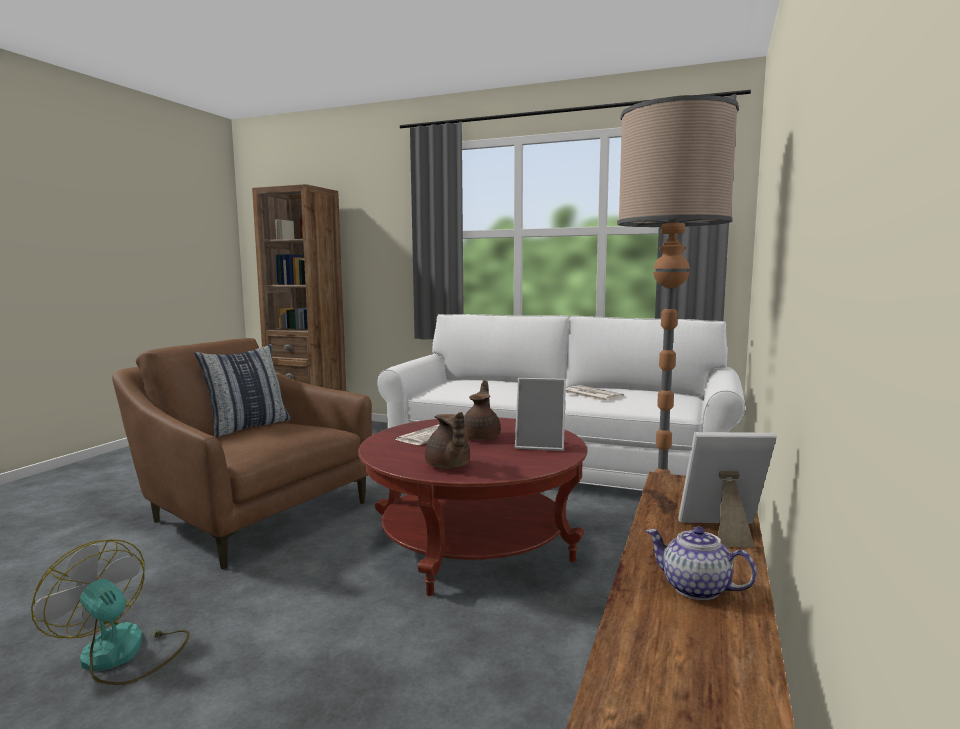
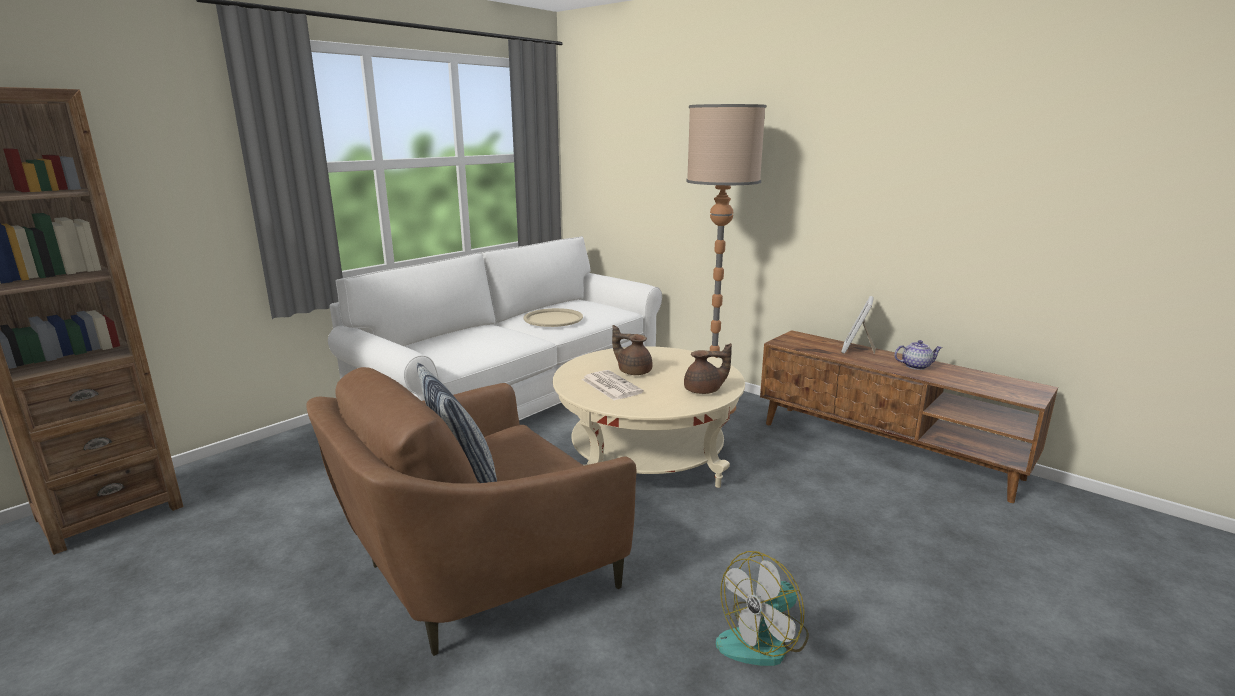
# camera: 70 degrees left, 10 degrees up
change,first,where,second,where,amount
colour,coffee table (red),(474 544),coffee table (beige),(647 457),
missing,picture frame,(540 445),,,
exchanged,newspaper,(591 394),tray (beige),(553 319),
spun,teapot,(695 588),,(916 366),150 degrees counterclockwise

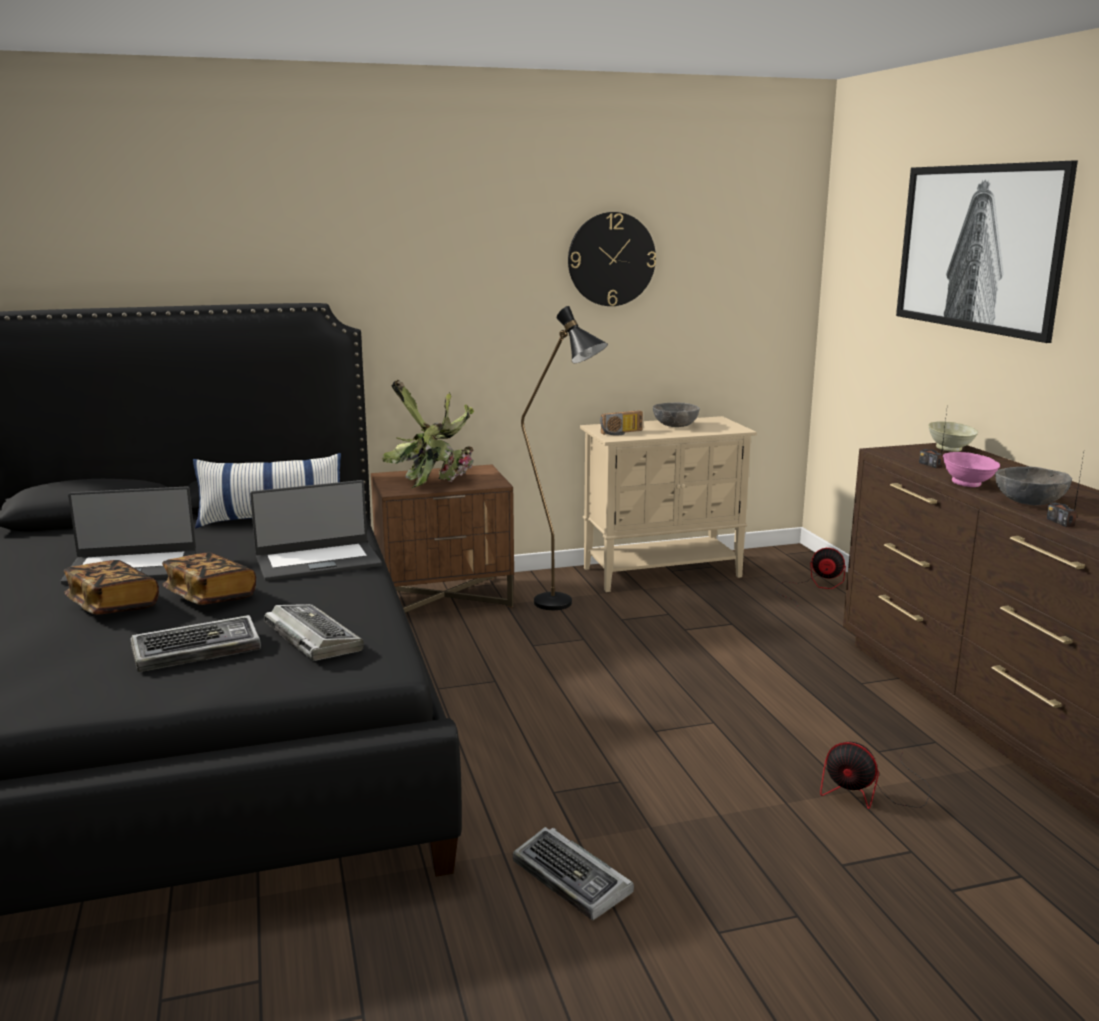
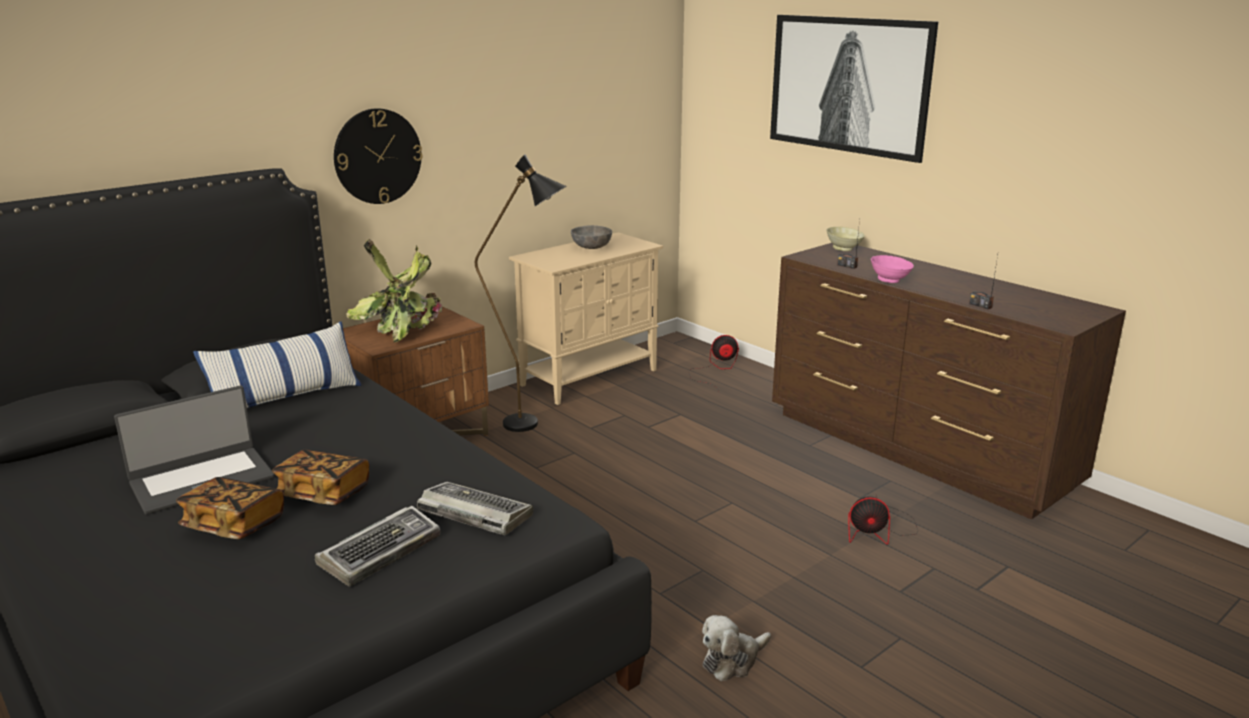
# camera: 25 degrees left, 5 degrees up
change,first,where,second,where,amount
missing,laptop,(318 561),,,
exchanged,keyboard,(573 880),plush toy,(732 660),
relocated,wall clock,(611 259),,(377 156),
missing,radio,(622 433),,,
missing,bowl (grey),(1030 502),,,

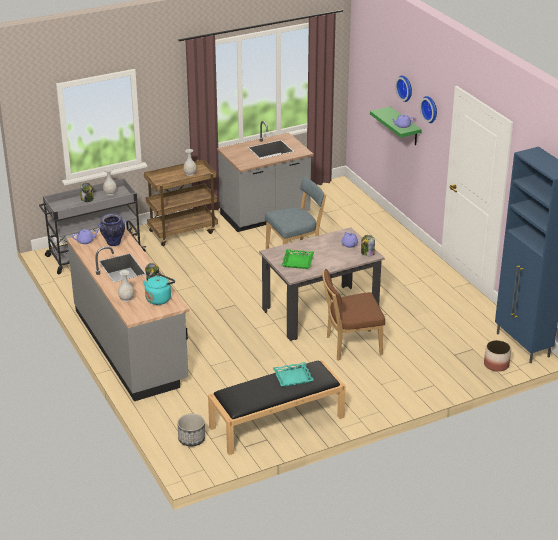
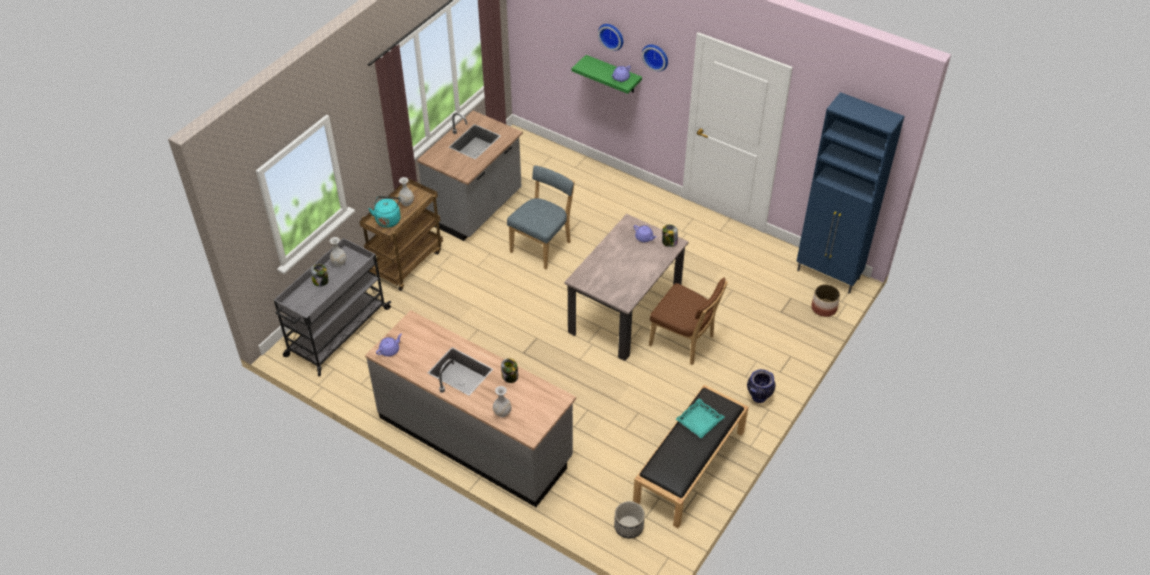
# camera: 30 degrees left, 15 degrees up
change,first,where,second,where,amount
relocated,vase,(113 243),,(758 398),
relocated,kettle (turquoise),(159 298),,(388 219),
missing,tray (green),(297 261),,,
spun,chair (brown),(351 346),,(684 342),105 degrees counterclockwise

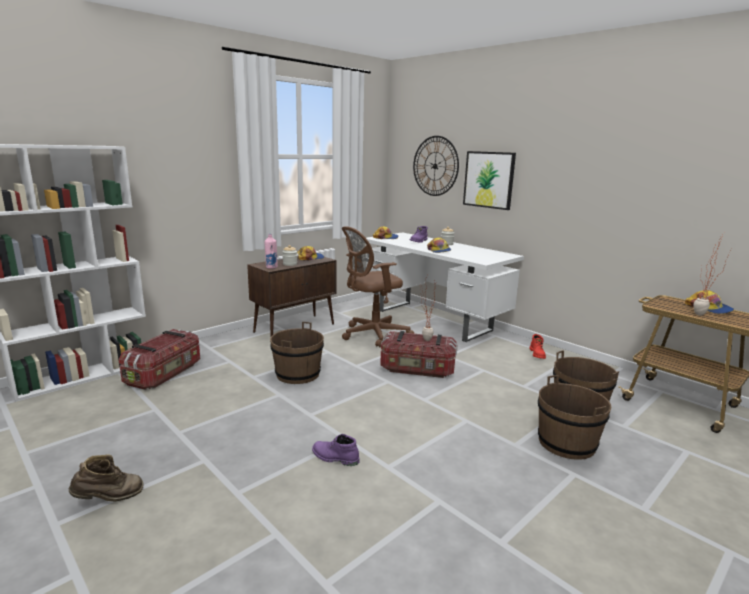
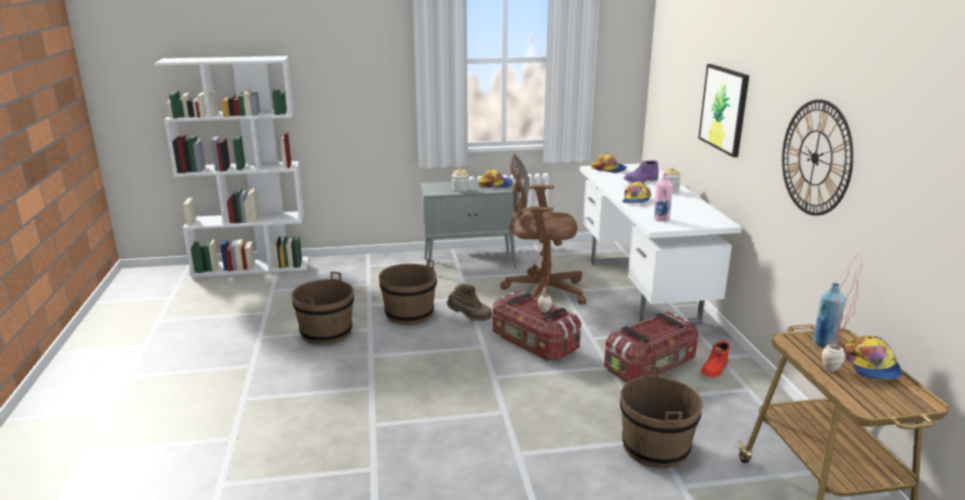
# camera: 35 degrees right, 5 degrees up
change,first,where,second,where,amount
relocated,boot (brown),(109 499),,(469 318),
relocated,storage box,(165 373),,(651 366),
colour,cabinet (brown),(295 328),cabinet (grey),(470 263),
relocated,bottle (pink),(271 267),,(661 219),
missing,boot (purple),(334 458),,,
relocated,wall clock,(435 166),,(815 158),
relocated,bucket (brown),(566 443),,(326 332),
appeared,,,bottle (blue),(824 343),

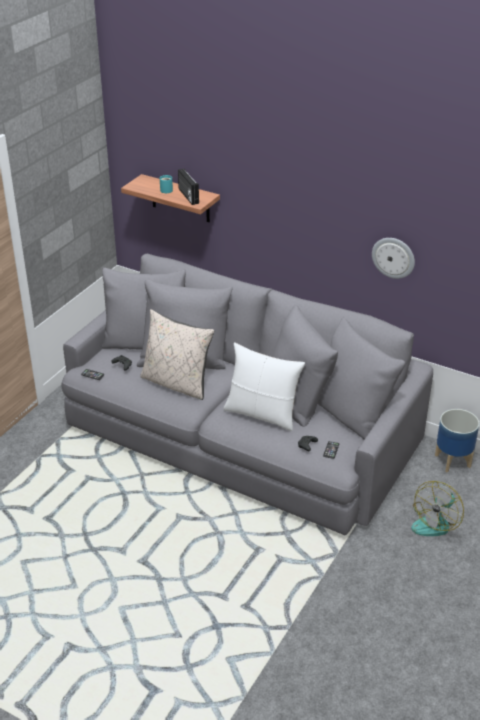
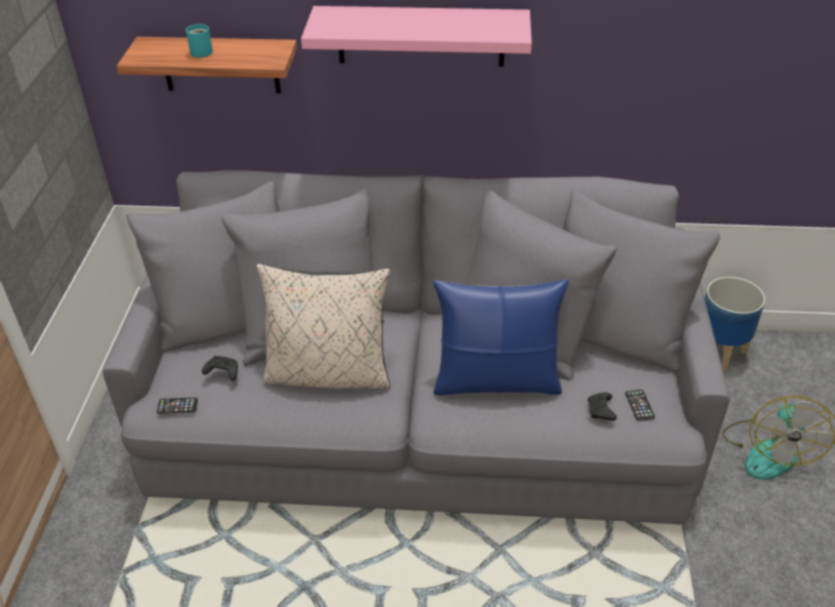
# camera: 25 degrees left, 5 degrees up
change,first,where,second,where,amount
missing,radio,(187 196),,,
colour,pillow (white),(262 414),pillow (blue),(496 381),
missing,wall clock,(393 257),,,
appeared,,,shelf (pink),(421 36),

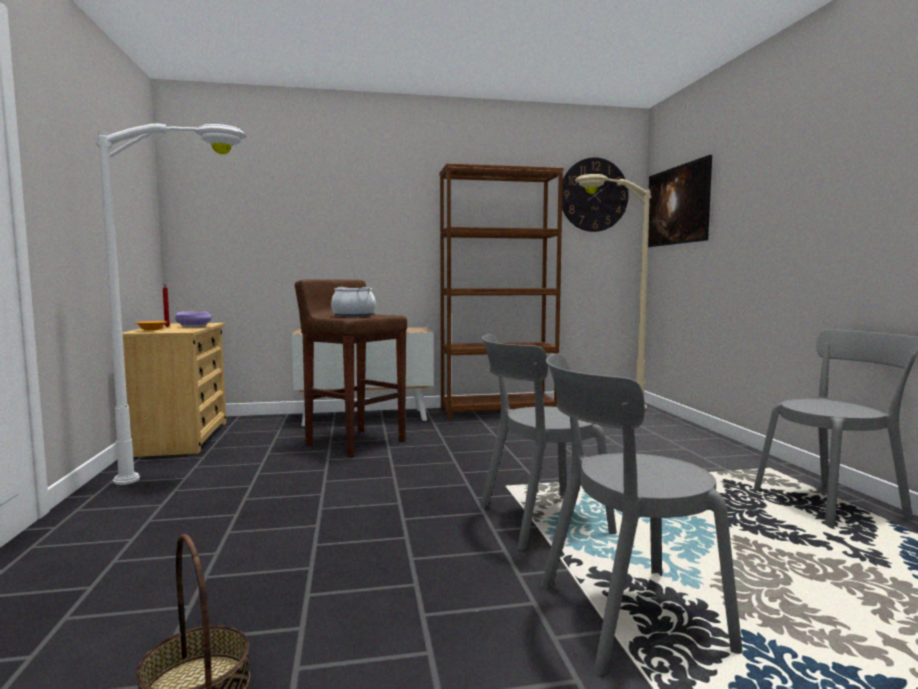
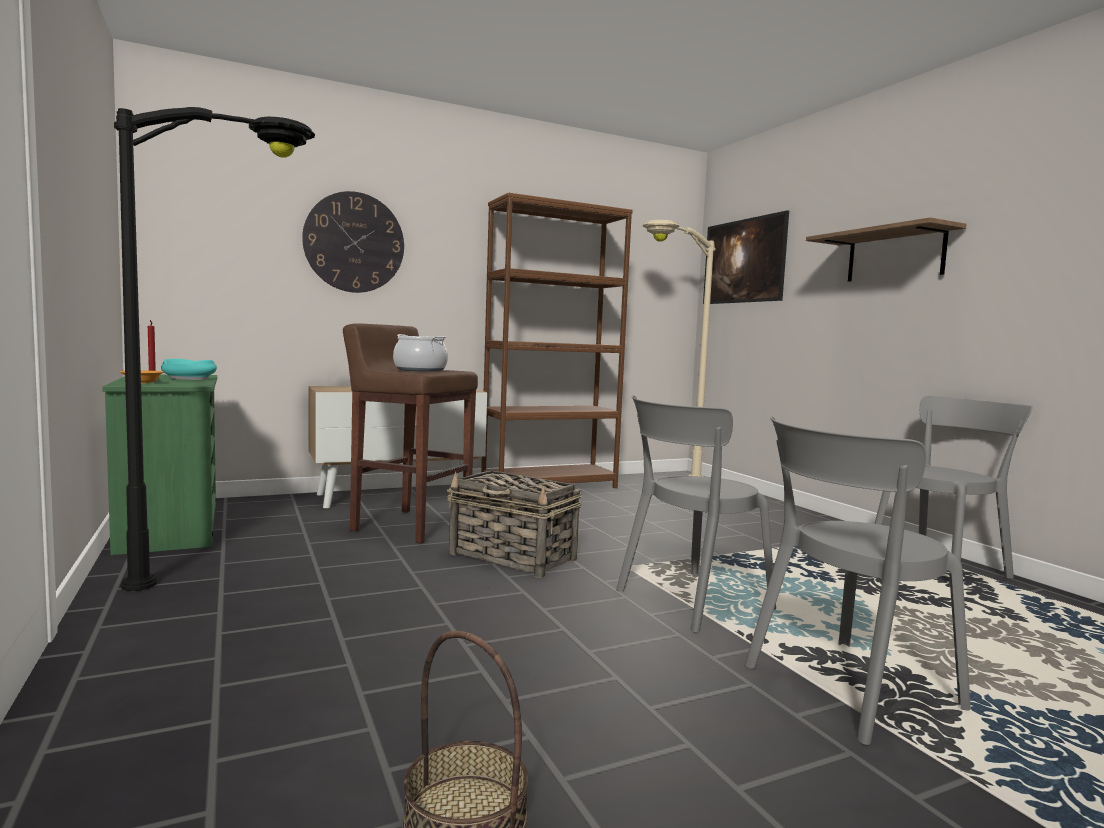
# camera: 15 degrees left, 0 degrees up
change,first,where,second,where,amount
colour,floor lamp (white),(206 473),floor lamp (black),(246 570),
colour,dresser (beige),(182 438),dresser (green),(170 527),
colour,bowl (purple),(194 326),bowl (turquoise),(189 379),
relocated,wall clock,(593 195),,(354 242),
appeared,,,basket,(513 557),
appeared,,,shelf,(895 255),

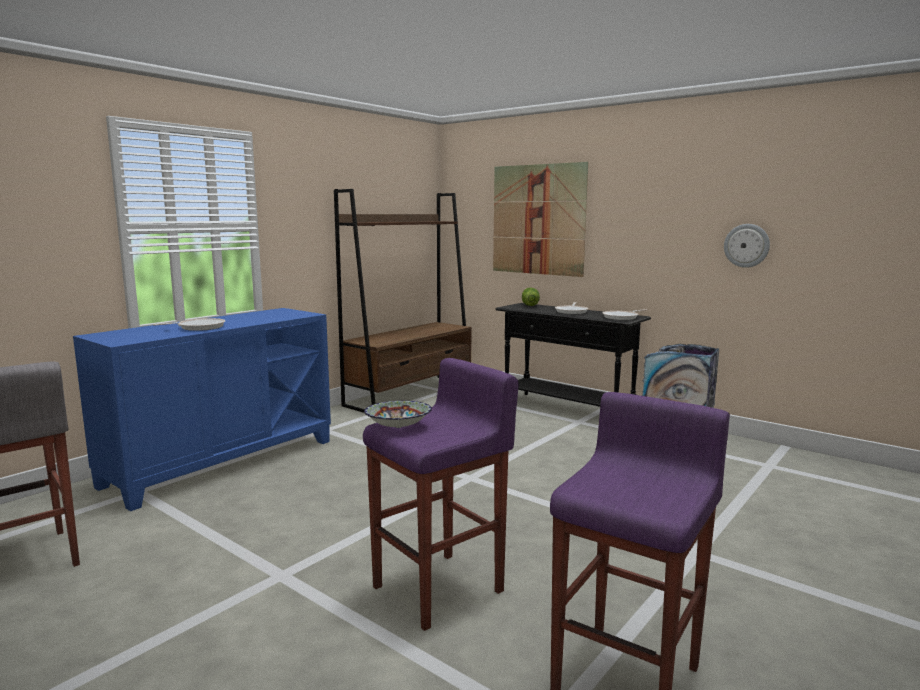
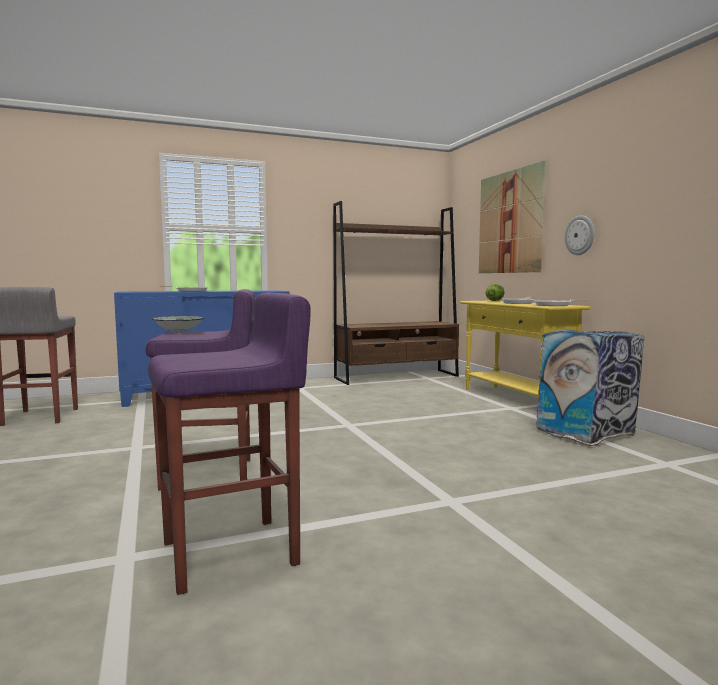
# camera: 30 degrees right, 5 degrees down
change,first,where,second,where,amount
colour,console table (black),(567 409),console table (yellow),(515 399),
relocated,wall clock,(746 245),,(580 235),

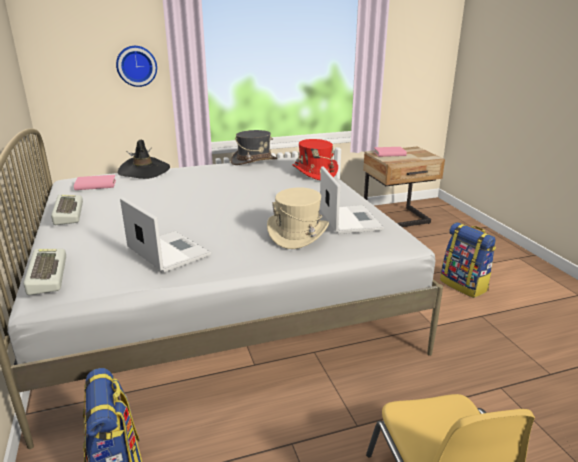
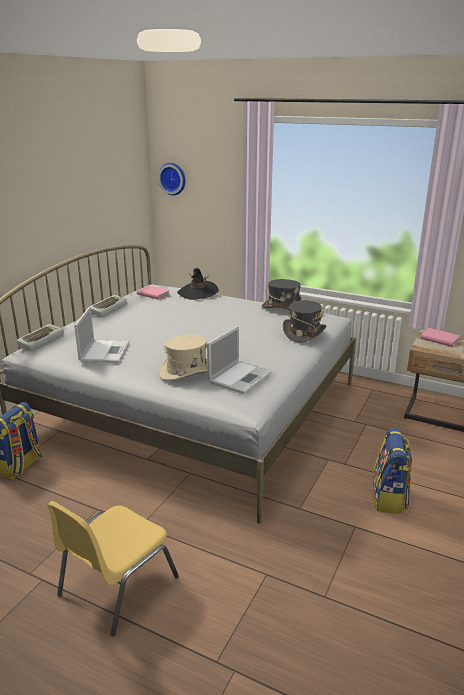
# camera: 45 degrees right, 0 degrees up
change,first,where,second,where,amount
relocated,wall clock,(136 66),,(173 178),
colour,hat (red),(314 172),hat (grey),(303 333),

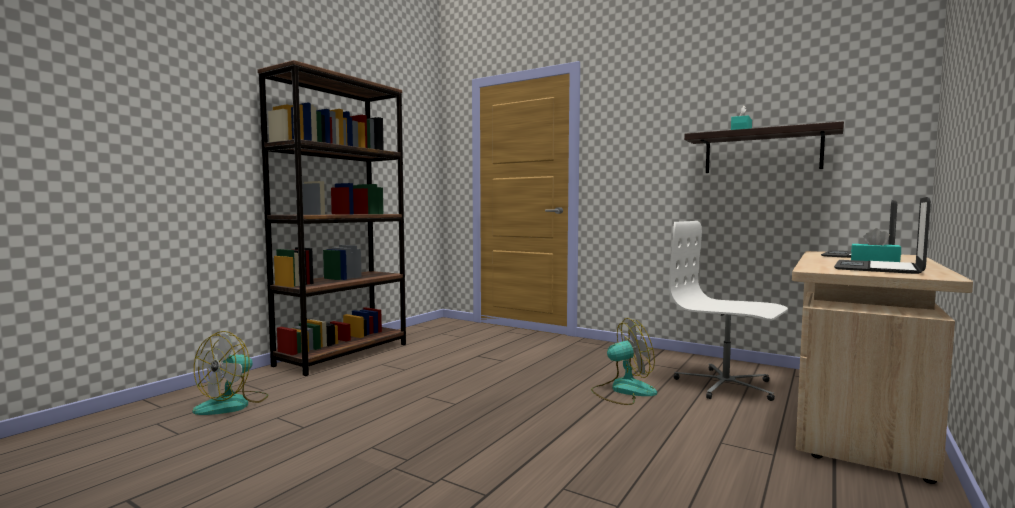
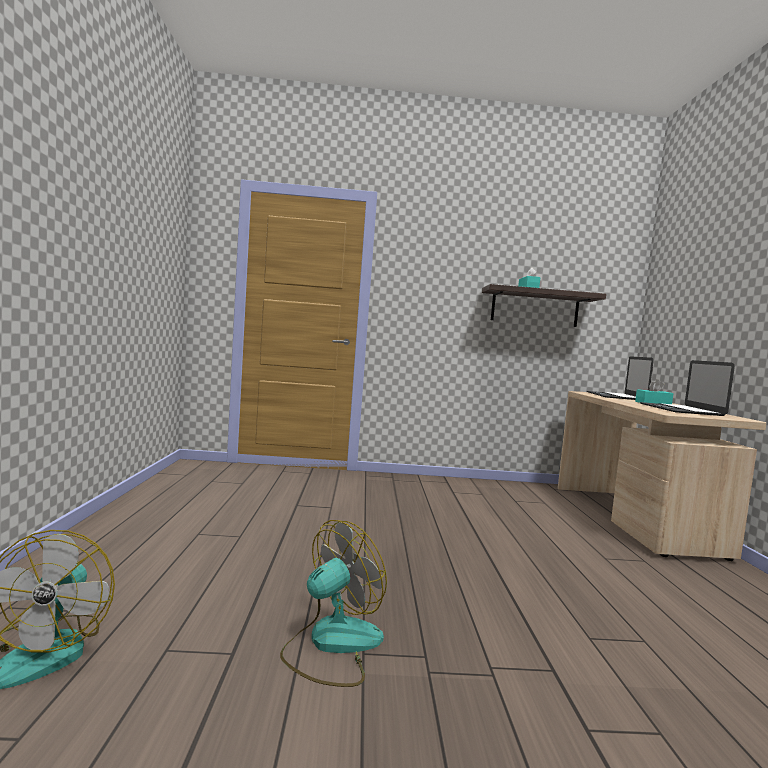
# camera: 35 degrees left, 0 degrees up
change,first,where,second,where,amount
missing,bookcase (brown),(343 354),,,
relocated,fan,(623 391),,(332 644),
missing,office chair (white),(725 385),,,

